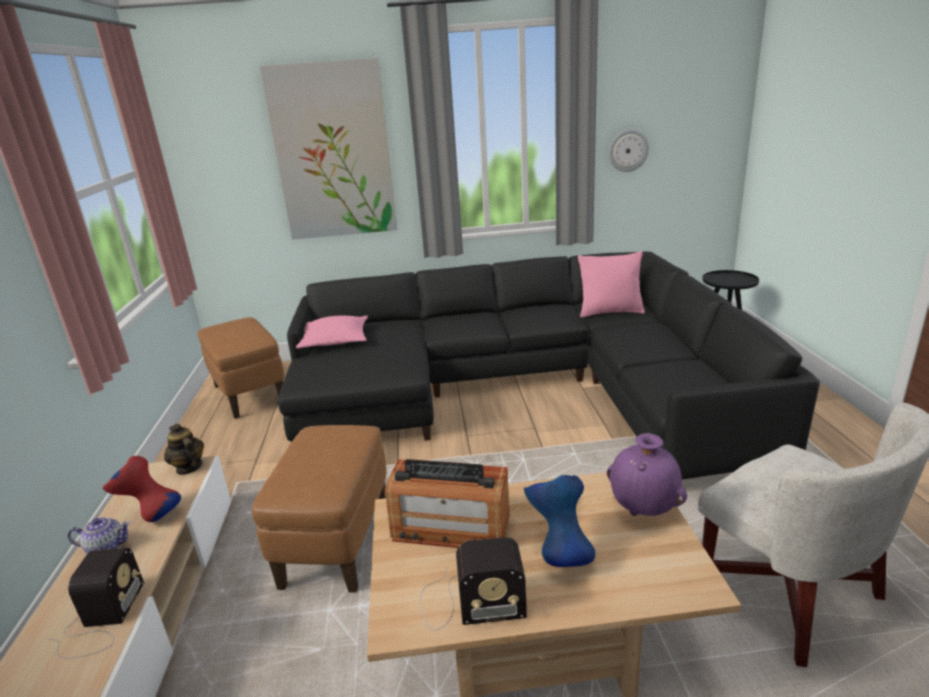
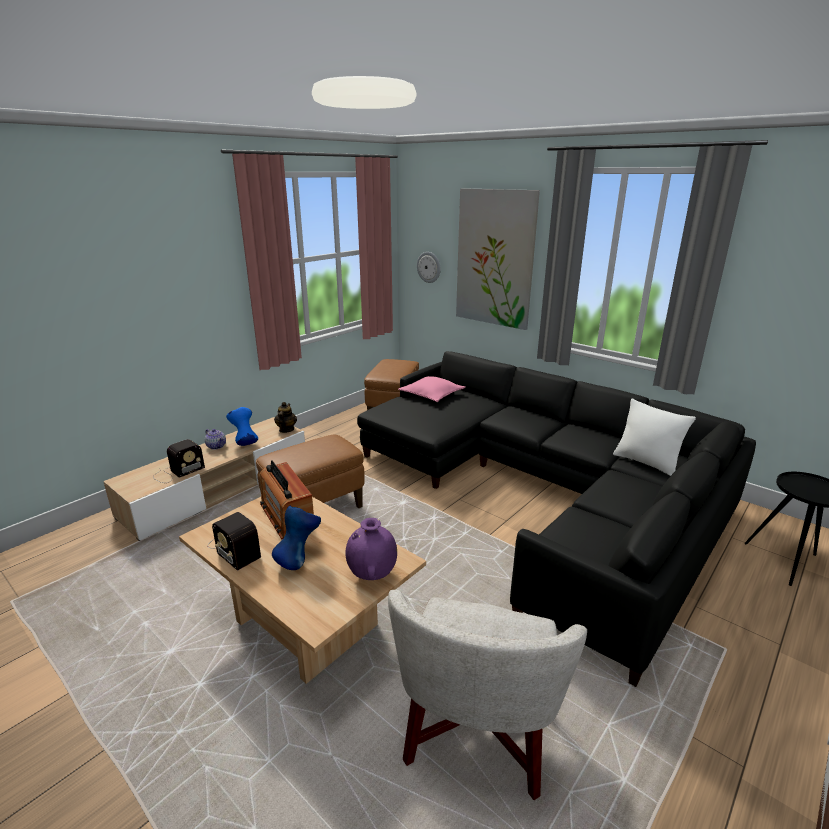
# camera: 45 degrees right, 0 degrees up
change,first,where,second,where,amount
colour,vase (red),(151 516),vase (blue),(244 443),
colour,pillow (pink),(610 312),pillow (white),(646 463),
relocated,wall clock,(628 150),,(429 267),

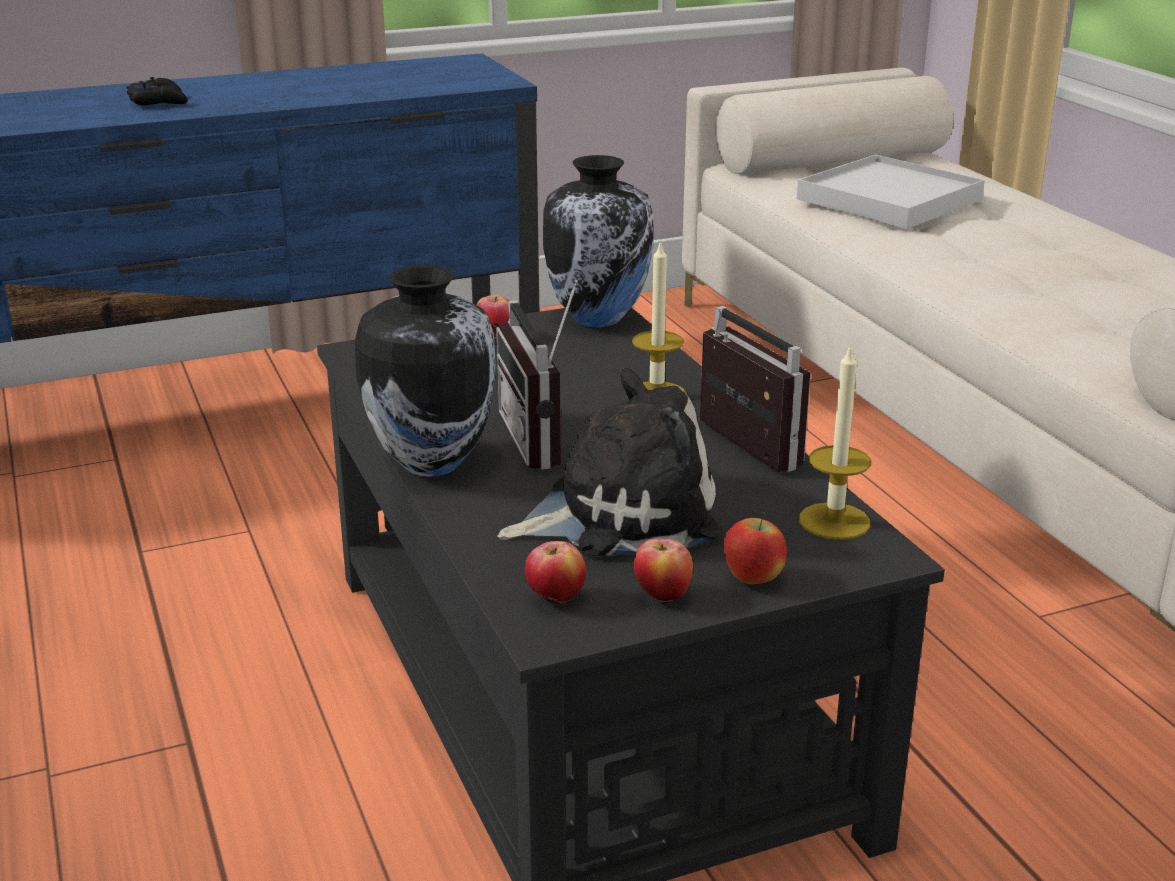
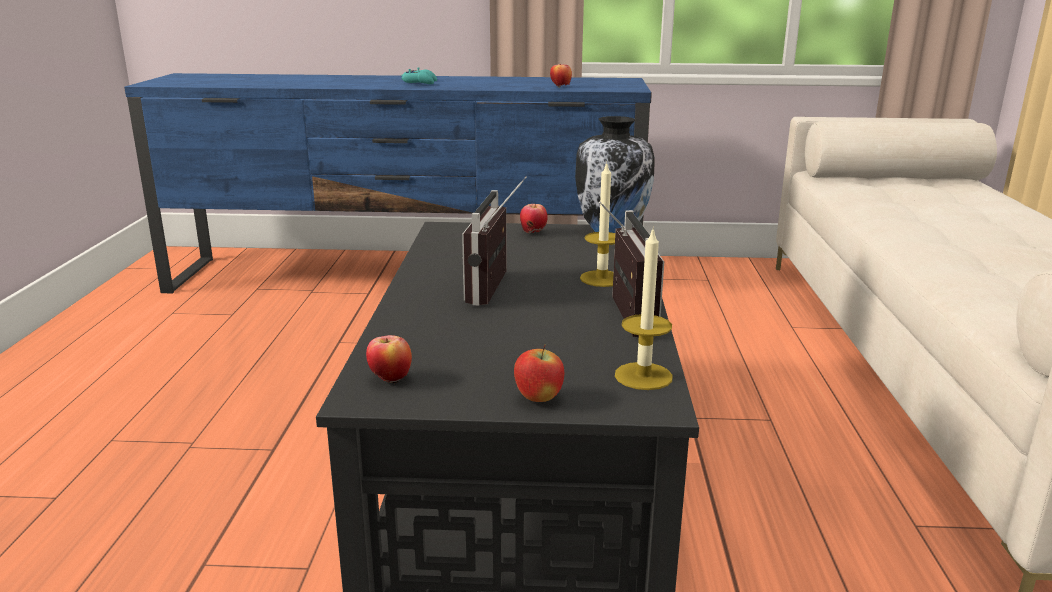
# camera: 25 degrees right, 5 degrees down
change,first,where,second,where,amount
colour,game controller (black),(158 101),game controller (turquoise),(420 82),
missing,vase,(432 463),,,
missing,plush toy,(620 514),,,
relocated,apple,(662 596),,(560 87),
missing,tray (white),(889 199),,,

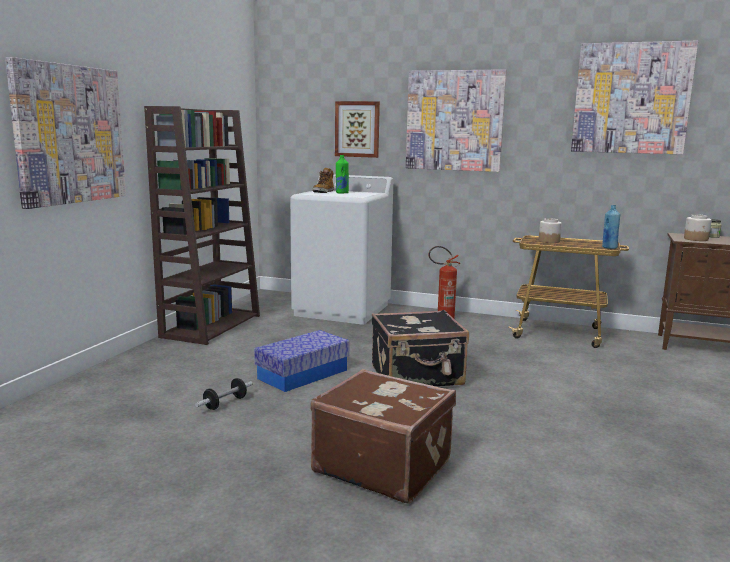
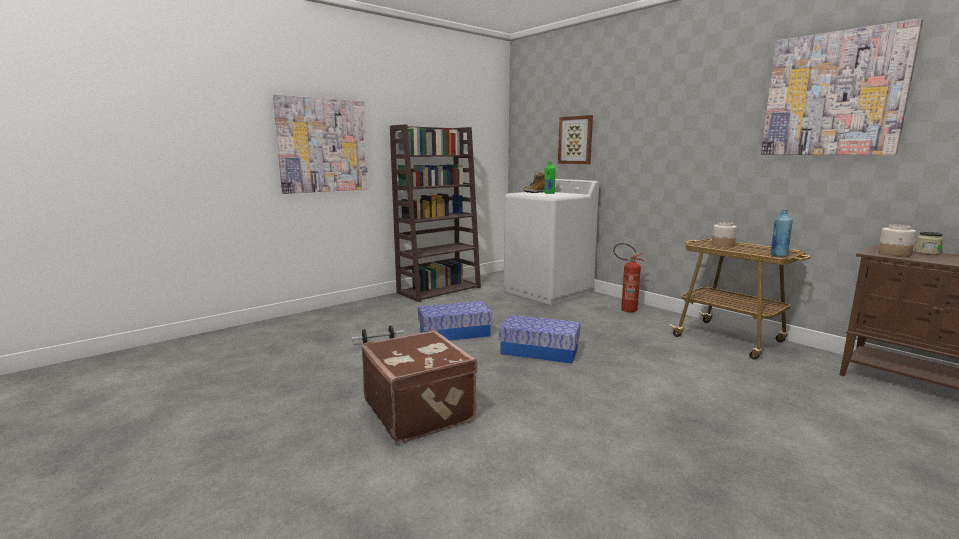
# camera: 30 degrees right, 0 degrees up
change,first,where,second,where,amount
exchanged,suitcase (black),(417 376),storage box,(539 351),
missing,picture,(454 121),,,

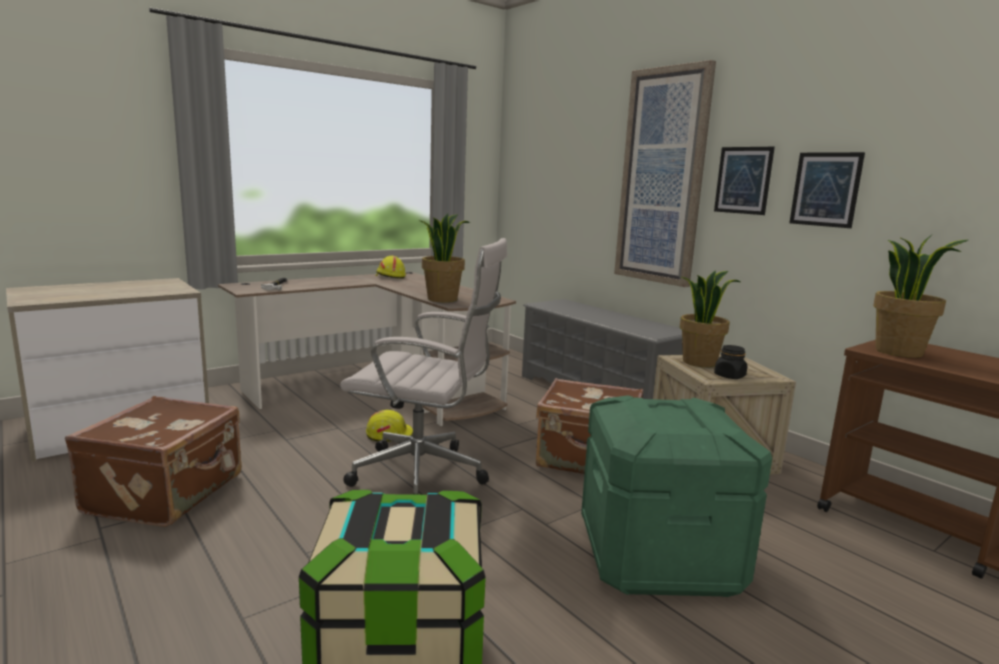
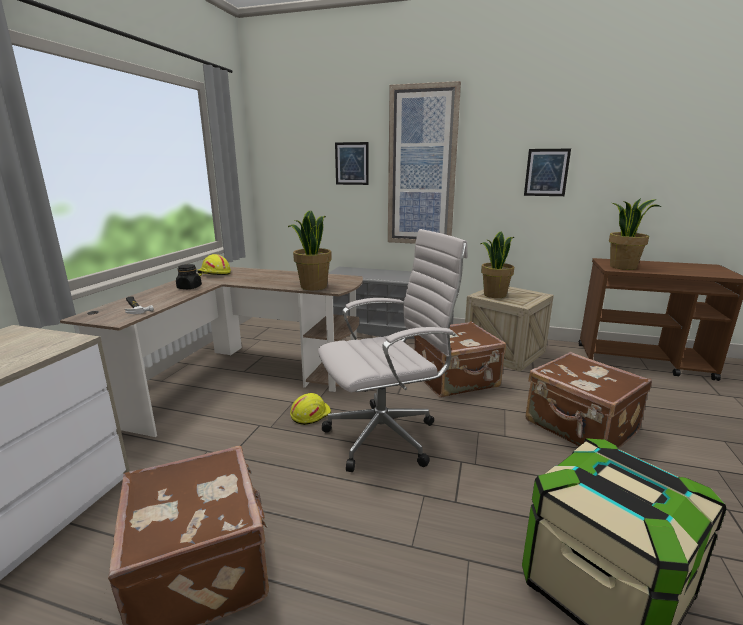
# camera: 35 degrees left, 5 degrees up
change,first,where,second,where,amount
exchanged,storage box (green),(659 557),suitcase (brown),(580 428),
relocated,picture,(743 180),,(352 163),
relocated,jar (black),(729 376),,(189 287),

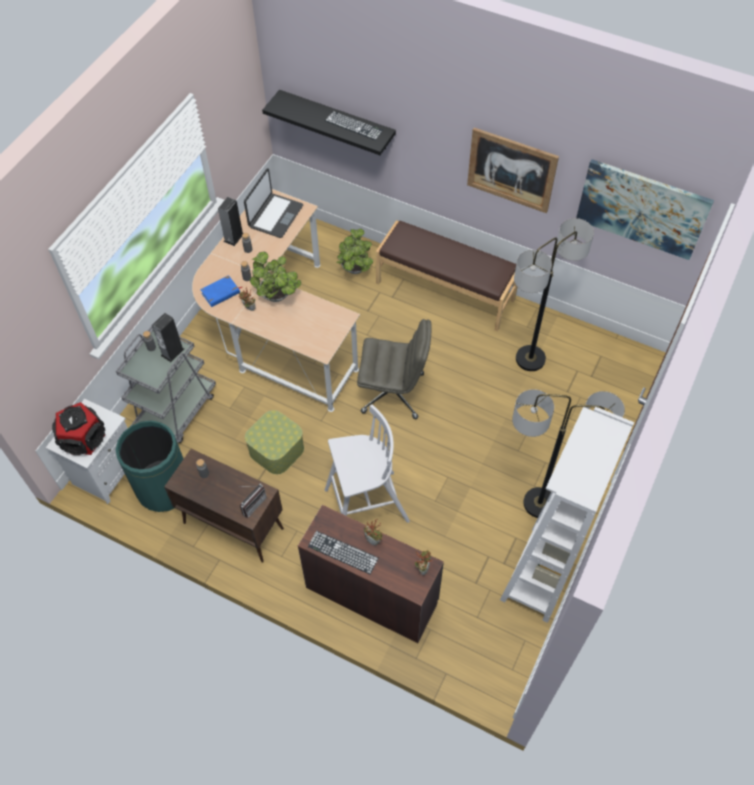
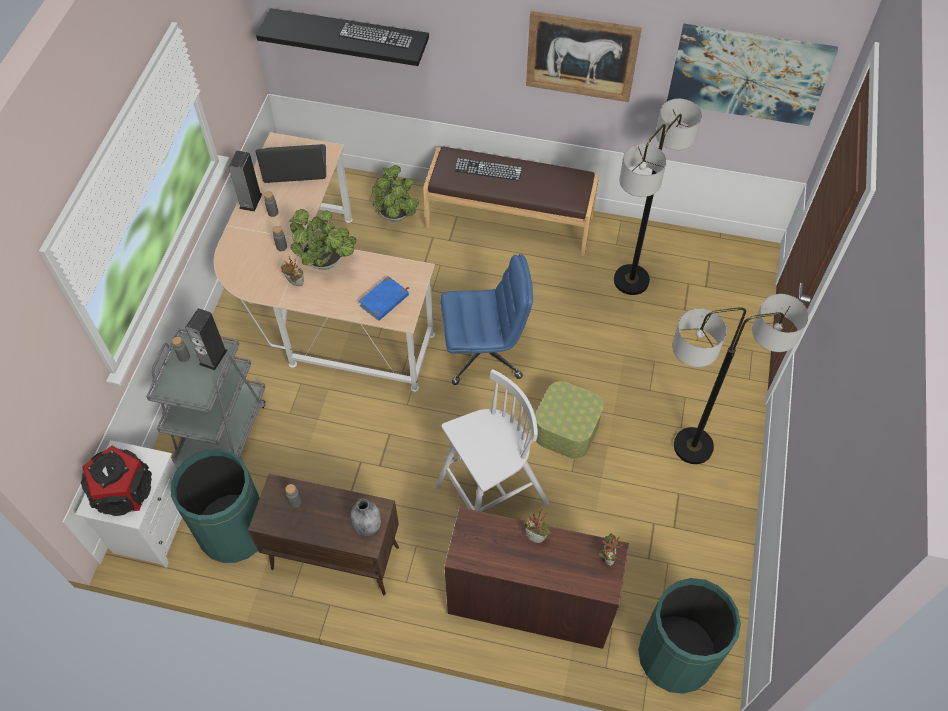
# camera: 15 degrees left, 0 degrees up
change,first,where,second,where,amount
relocated,book (blue),(221 293),,(384 300),
exchanged,radio,(252 503),bottle (grey),(367 525),
spun,laptop,(275 216),,(295 166),105 degrees counterclockwise
relocated,storage box,(276 450),,(566 429),
relocated,keyboard,(343 552),,(488 169),
colour,office chair (grey),(393 393),office chair (blue),(484 353),
missing,bookcase (white),(540 574),,,
appeared,,,trash can (green),(676 656),

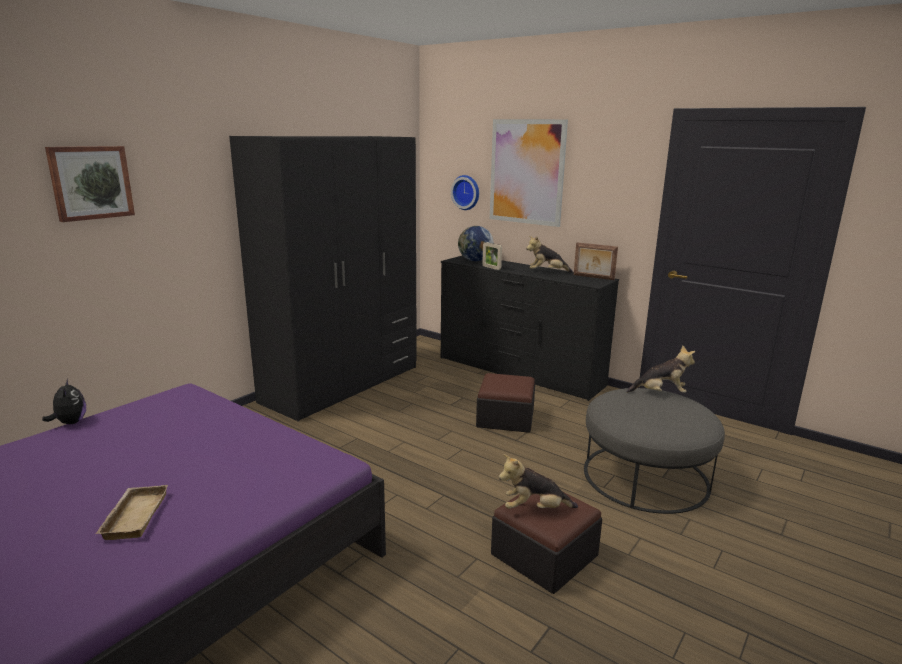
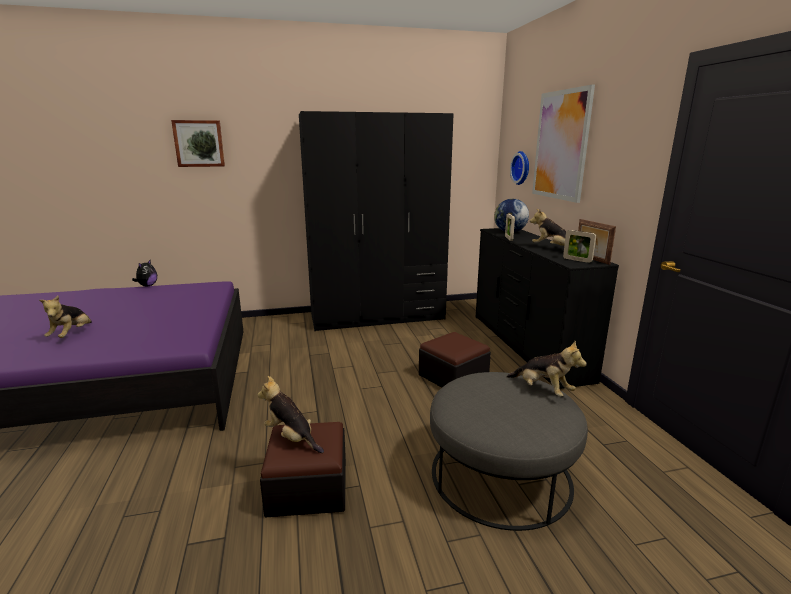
# camera: 40 degrees right, 0 degrees up
change,first,where,second,where,amount
exchanged,tray (beige),(133 516),plush toy,(71 335),
appeared,,,picture frame,(577 260),

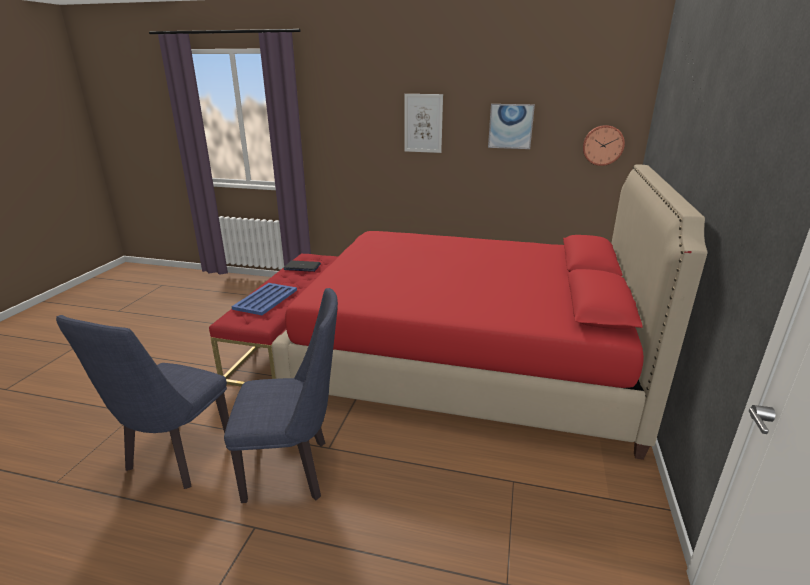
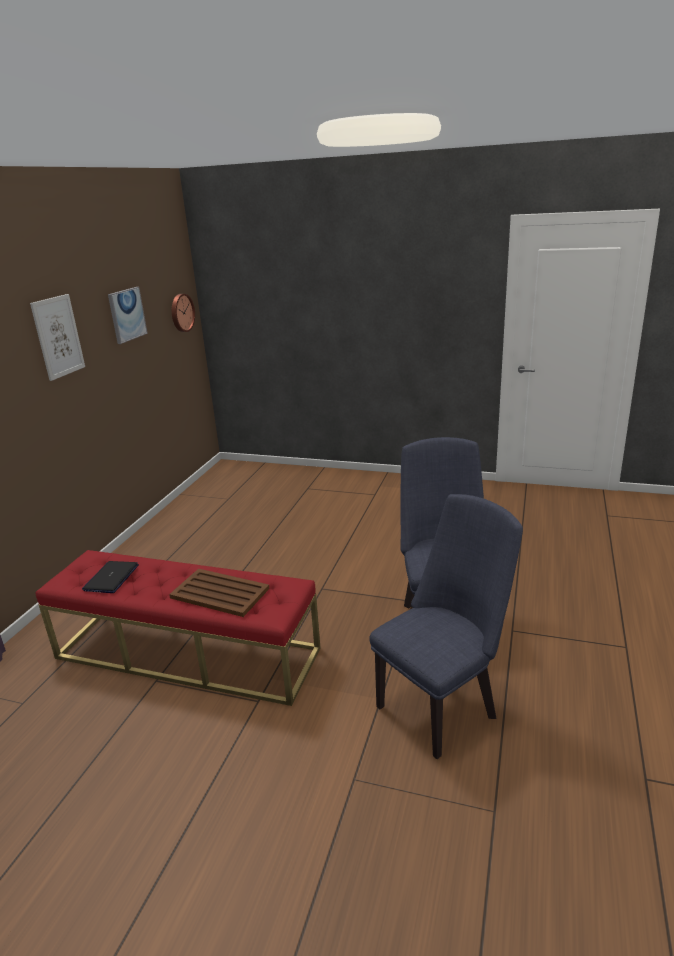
# camera: 85 degrees left, 0 degrees up
change,first,where,second,where,amount
spun,chair (blue),(175 460),,(442 705),60 degrees counterclockwise
colour,tray (blue),(266 299),tray (brown),(219 593),
missing,bed (red),(466 359),,,

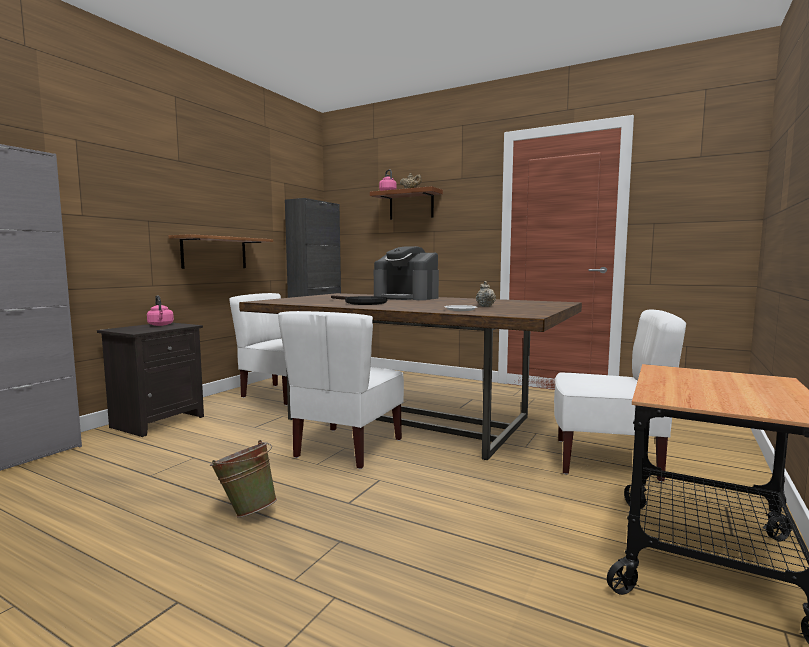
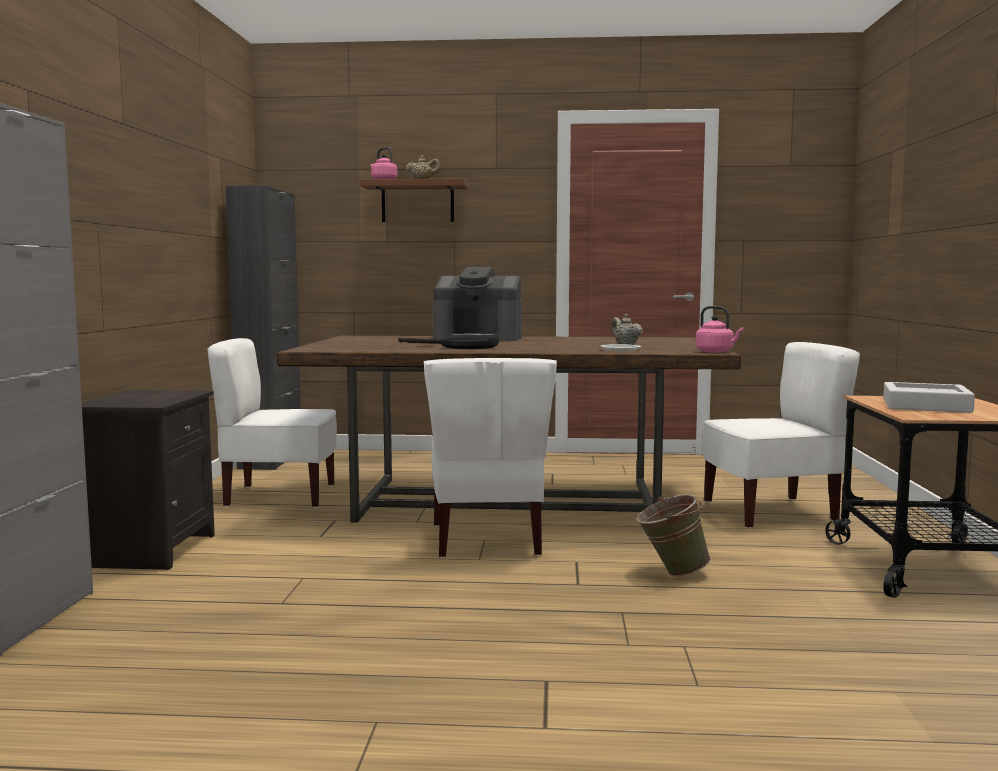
# camera: 25 degrees left, 0 degrees up
change,first,where,second,where,amount
relocated,kettle (pink),(161 325),,(716 352),
missing,shelf,(214 253),,,
relocated,bucket (green),(246 511),,(671 573),
appeared,,,tray (grey),(926 405),

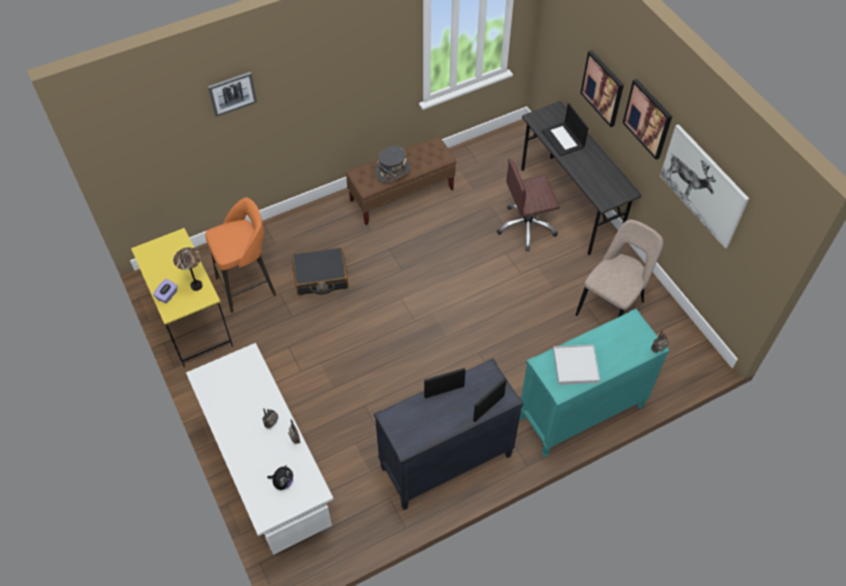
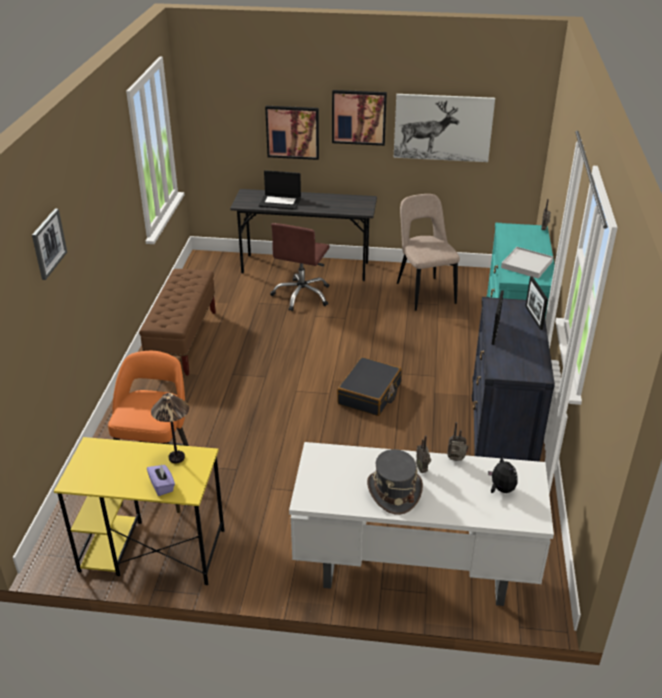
# camera: 55 degrees left, 20 degrees down
change,first,where,second,where,amount
relocated,suitcase (black),(321 277),,(370 394),
relocated,hat (grey),(392 170),,(394 491),

